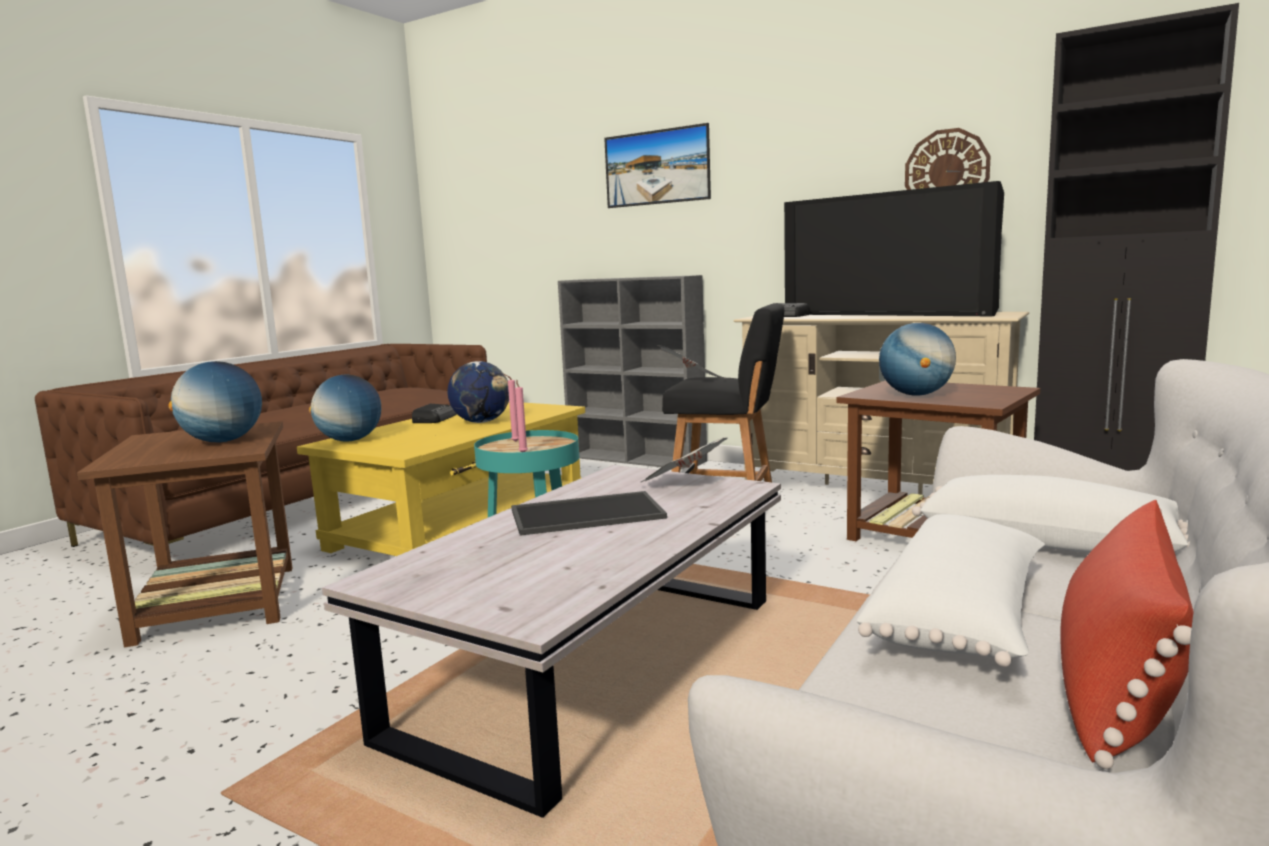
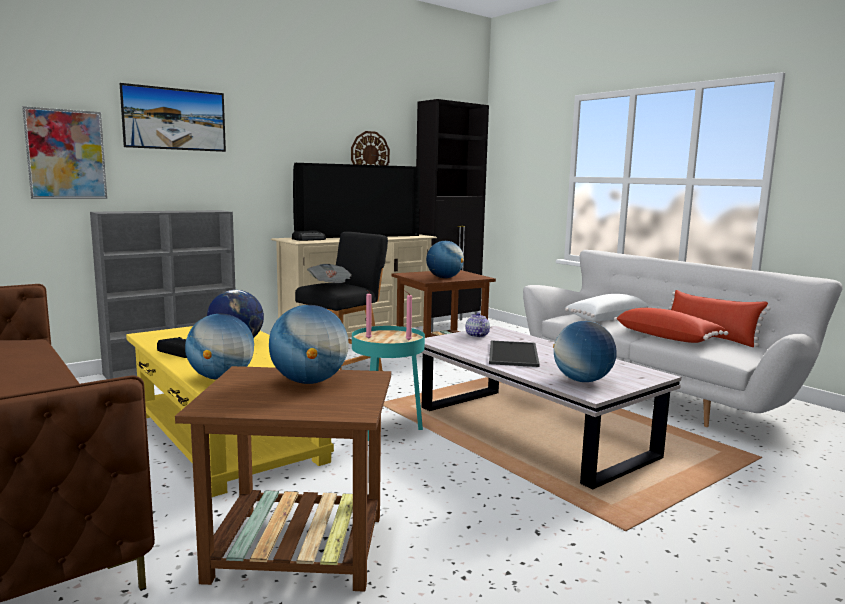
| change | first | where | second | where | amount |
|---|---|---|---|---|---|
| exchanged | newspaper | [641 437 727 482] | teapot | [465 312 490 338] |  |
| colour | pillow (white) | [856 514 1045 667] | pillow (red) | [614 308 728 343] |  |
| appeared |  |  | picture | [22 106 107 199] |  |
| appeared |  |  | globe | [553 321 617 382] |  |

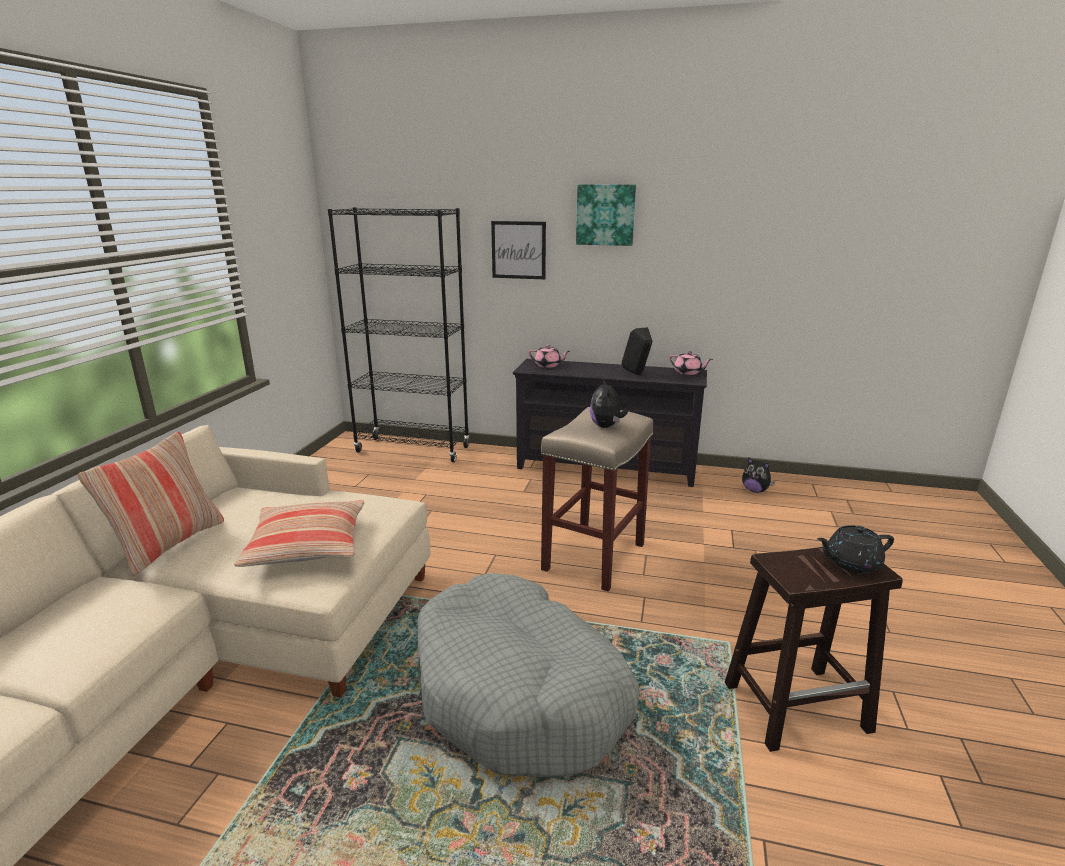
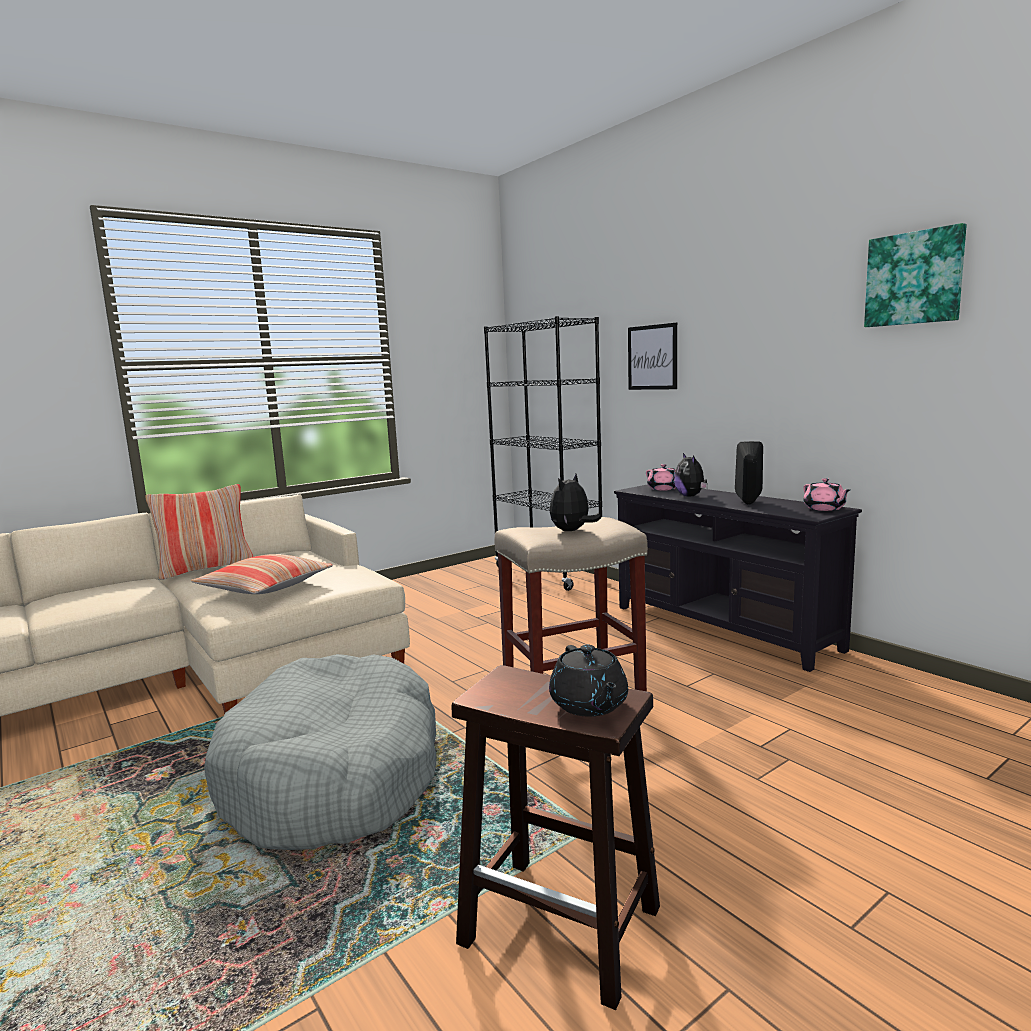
| change | first | where | second | where | amount |
|---|---|---|---|---|---|
| relocated | picture | [576 184 636 246] |  | [864 223 967 327] |  |
| relocated | plush toy | [742 458 775 493] |  | [674 453 707 497] |  |
| spun | teapot (black) | [817 525 894 573] |  | [549 645 628 717] | 135 degrees counterclockwise |

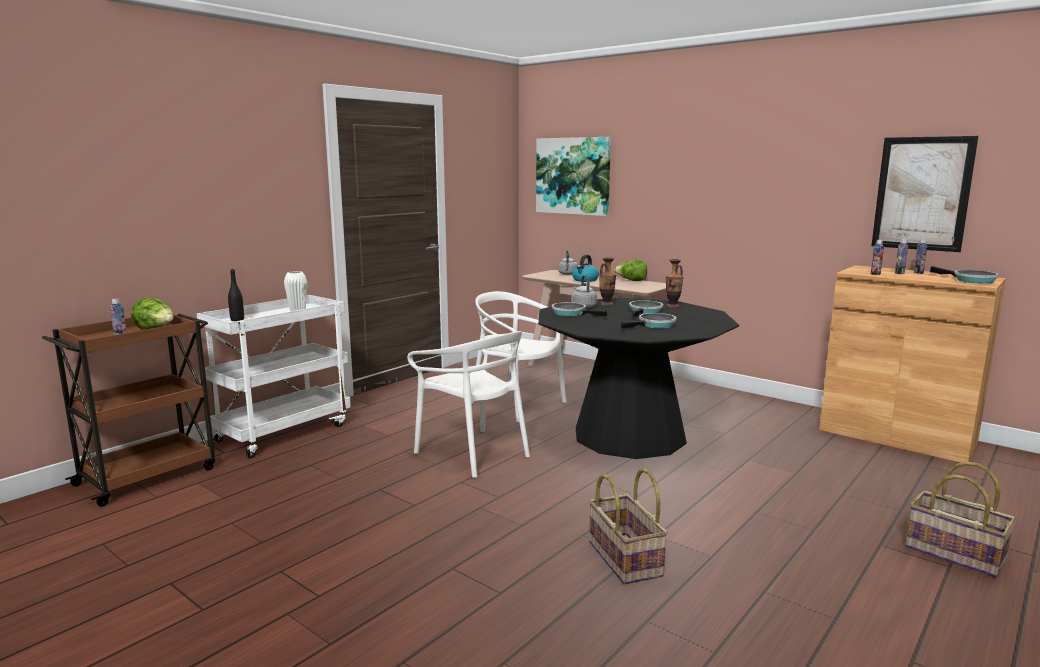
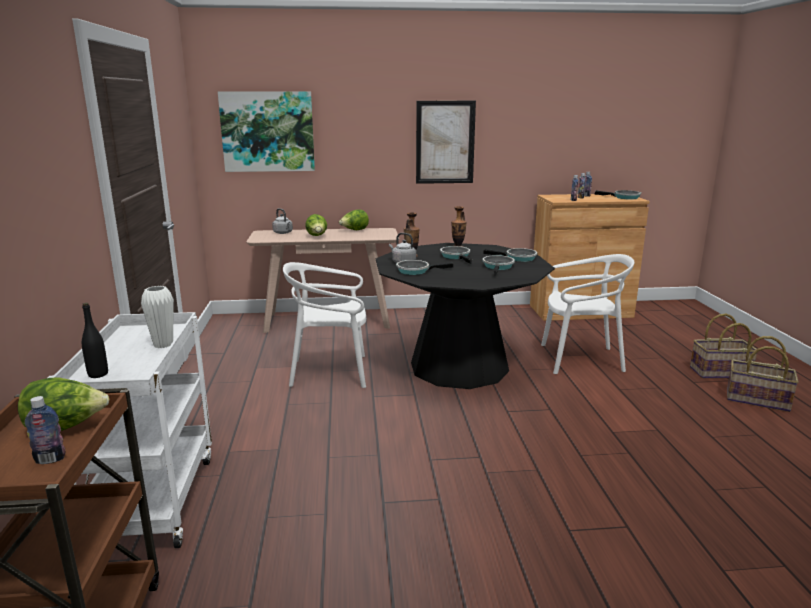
| change | first | where | second | where | amount |
|---|---|---|---|---|---|
| relocated | picture | [871 136 978 252] |  | [416 101 476 184] |  |
| exchanged | kettle | [572 255 599 282] | lettuce | [305 214 327 236] |  |
| relocated | chair (white) | [407 331 530 478] |  | [541 254 634 374] |  |
| relocated | basket | [589 468 668 585] |  | [727 336 799 412] |  |
| appeared |  |  | frying pan | [483 248 537 262] |  |

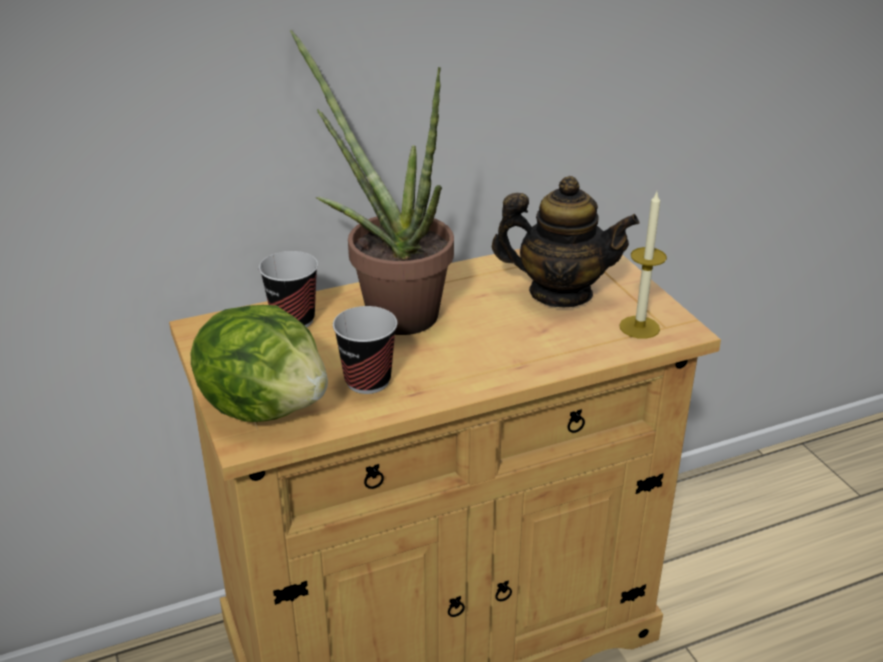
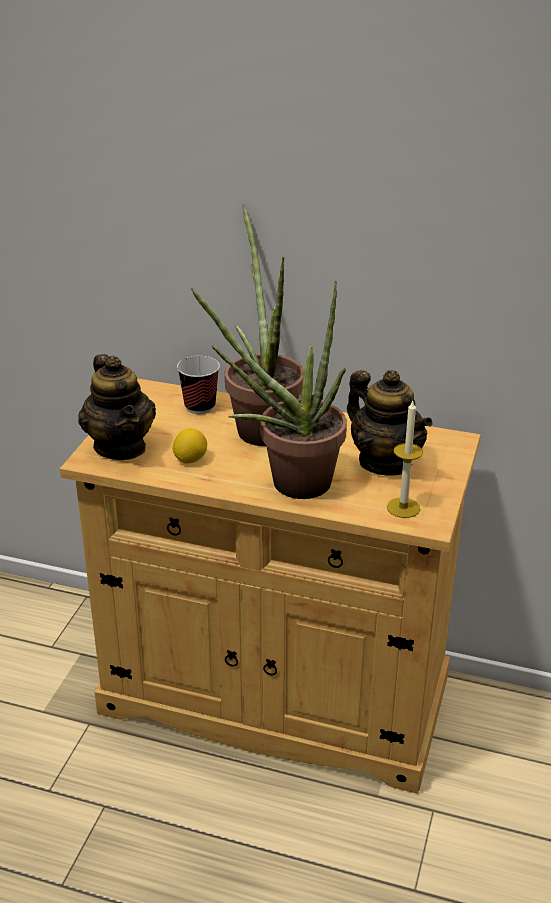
| change | first | where | second | where | amount |
|---|---|---|---|---|---|
| exchanged | lettuce | [191 305 328 422] | teapot | [78 354 156 460] |  |
| exchanged | cup | [333 306 397 394] | lemon | [173 428 207 463] |  |
| appeared |  |  | potted plant | [191 281 347 499] |  |

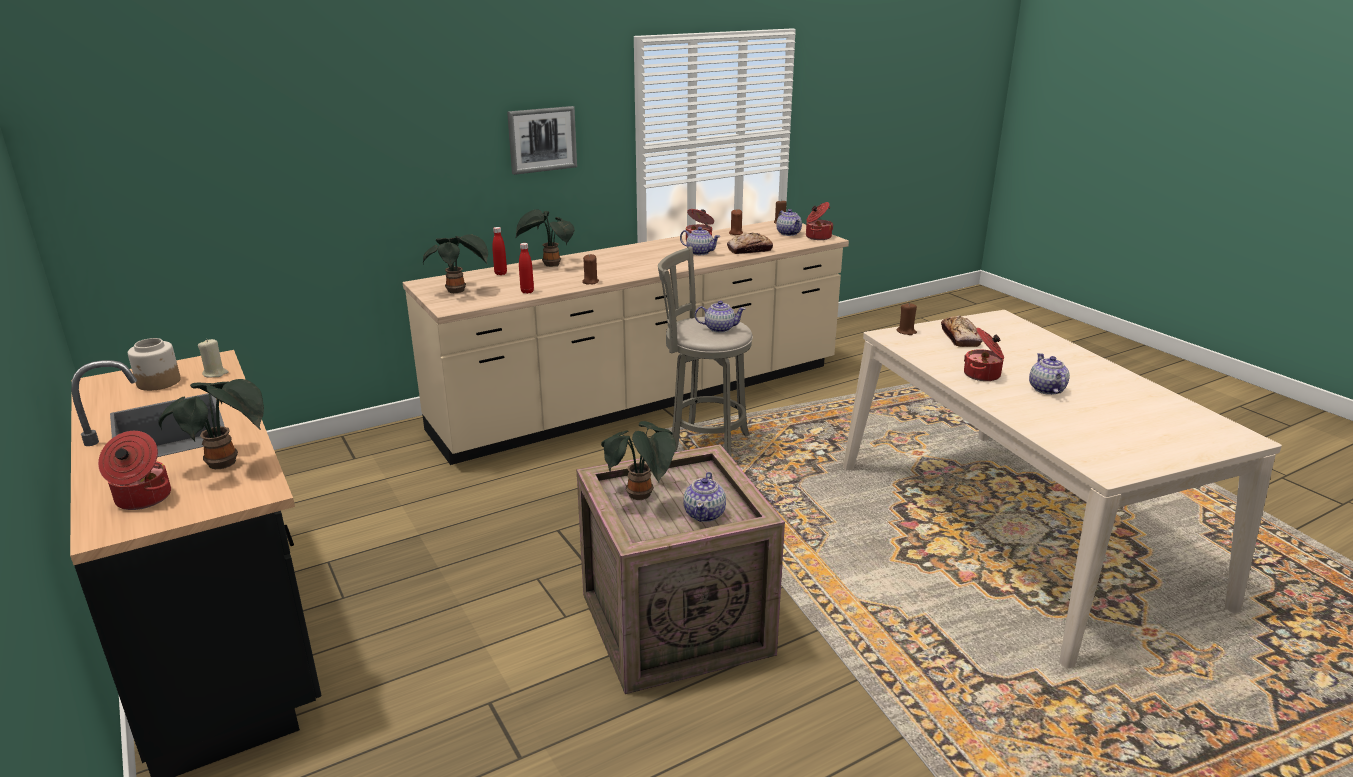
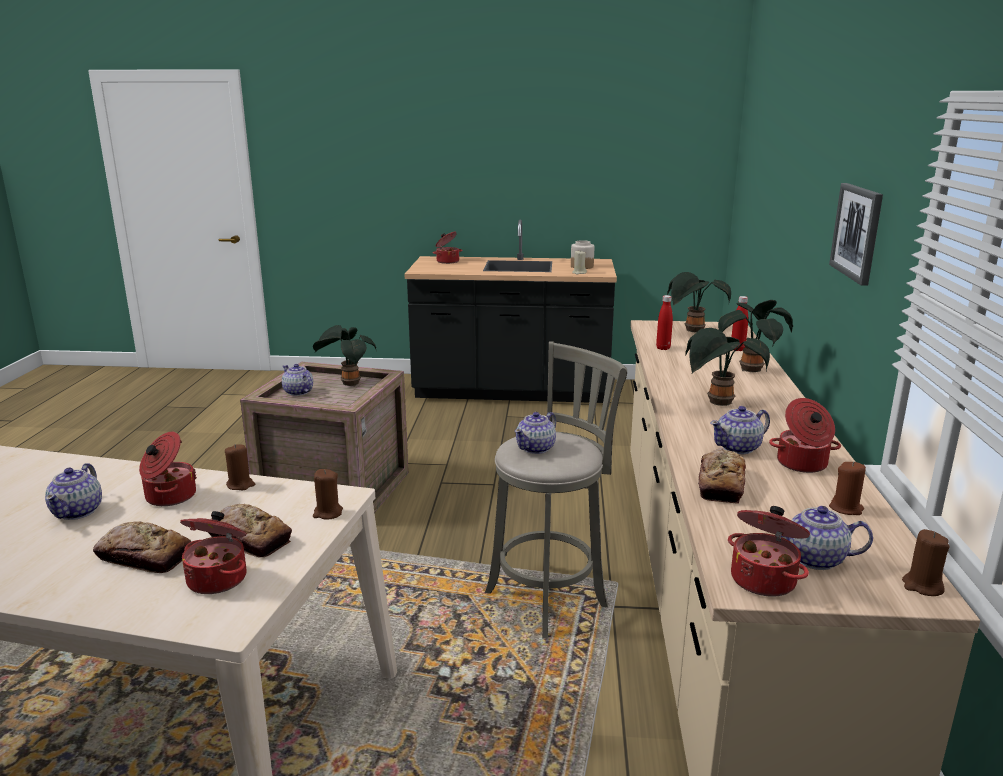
| change | first | where | second | where | amount |
|---|---|---|---|---|---|
| relocated | candle (brown) | [582 254 599 285] |  | [225 444 255 490] |  |
| spun | teapot | [1029 353 1070 395] |  | [45 463 102 520] | 60 degrees clockwise |
| relocated | potted plant | [158 379 264 469] |  | [685 328 770 406] |  |
| appeared |  |  | cooking pot | [180 511 247 594] |  |
| appeared |  |  | bread | [93 521 191 573] |  |

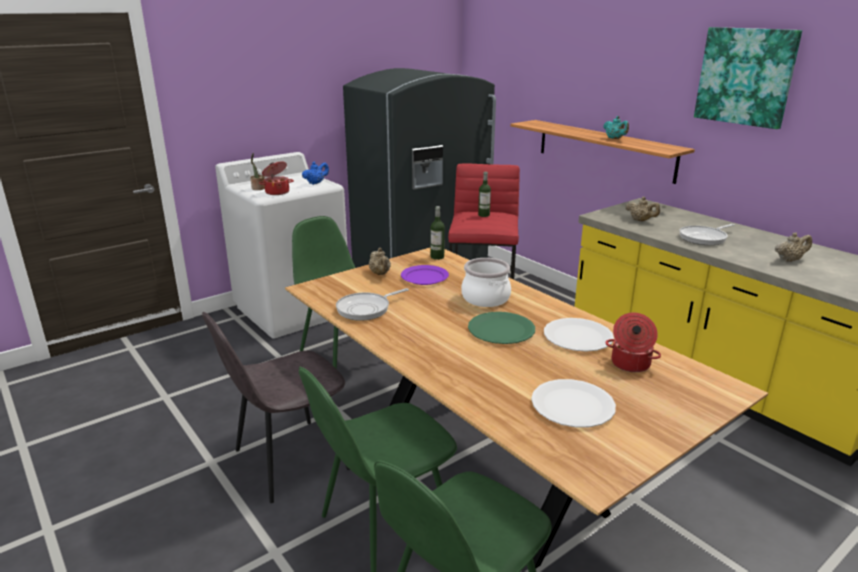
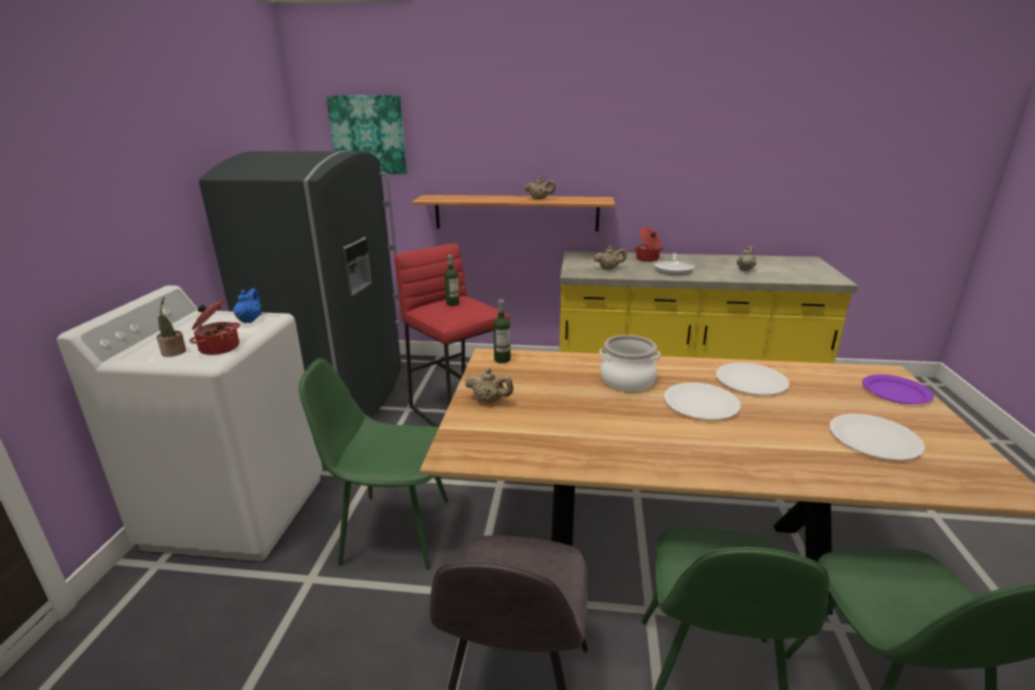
| change | first | where | second | where | amount |
|---|---|---|---|---|---|
| relocated | picture | [694 27 802 129] |  | [326 95 407 174] |  |
| colour | teapot (turquoise) | [603 116 629 139] | teapot (beige) | [525 176 556 200] |  |
| relocated | plate (purple) | [401 265 449 285] |  | [862 374 934 404] |  |
| missing | frying pan | [336 288 409 321] |  |  |  |
| colour | plate (green) | [468 312 535 344] | plate (white) | [664 383 741 420] |  |
| relocated | cooking pot | [606 312 661 372] |  | [633 227 664 262] |  |

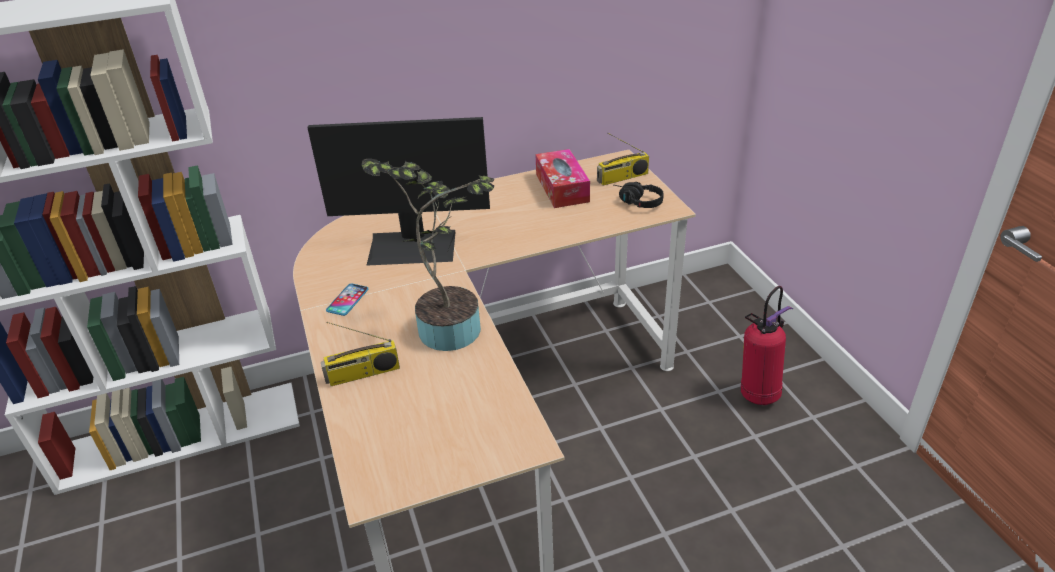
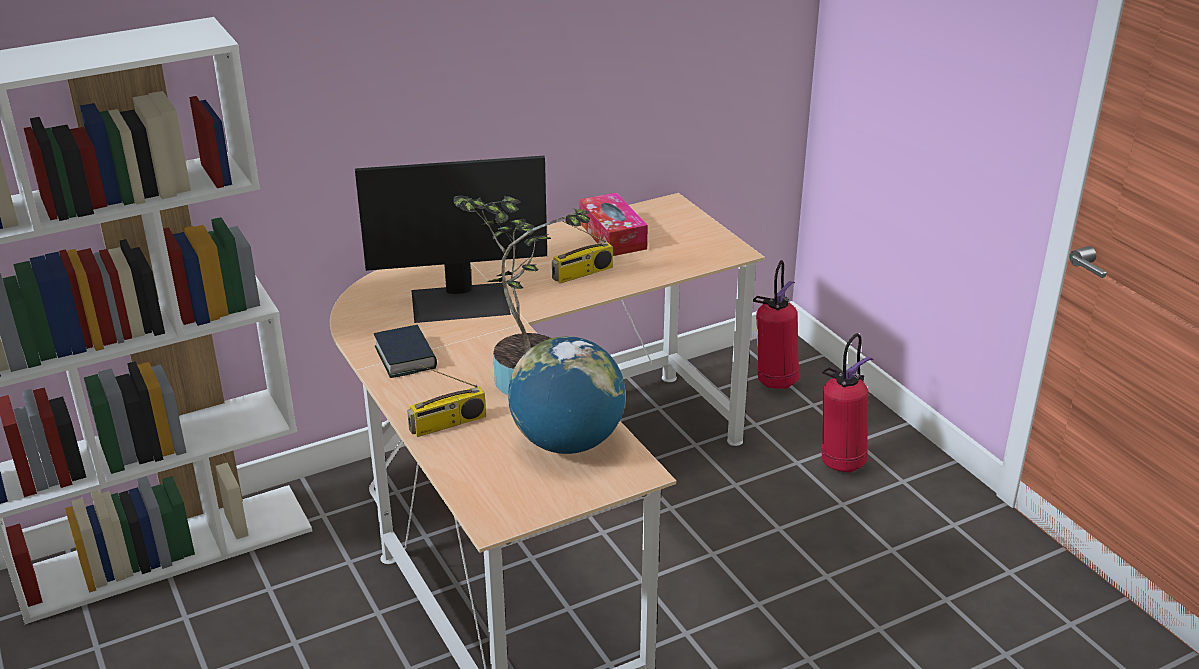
| change | first | where | second | where | amount |
|---|---|---|---|---|---|
| relocated | radio | [597 133 649 186] |  | [552 220 613 283] |  |
| missing | headphones (black) | [614 182 663 208] |  |  |  |
| exchanged | phone | [326 284 369 316] | book | [374 325 437 378] |  |
| appeared |  |  | fire extinguisher | [753 260 799 389] |  |
| appeared |  |  | globe | [508 336 626 454] |  |

